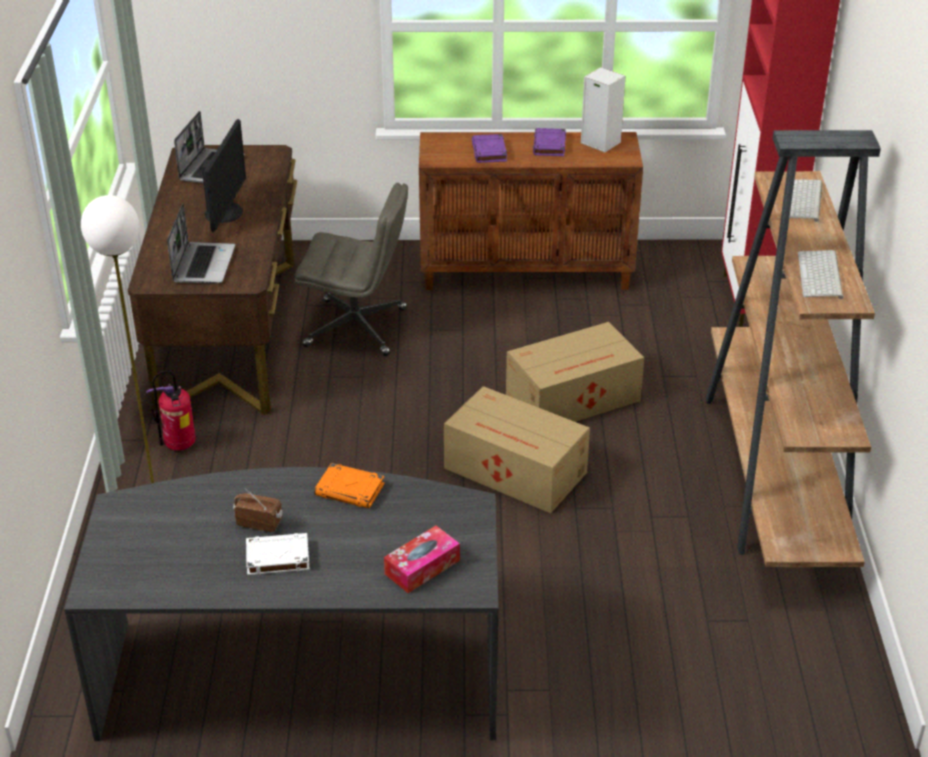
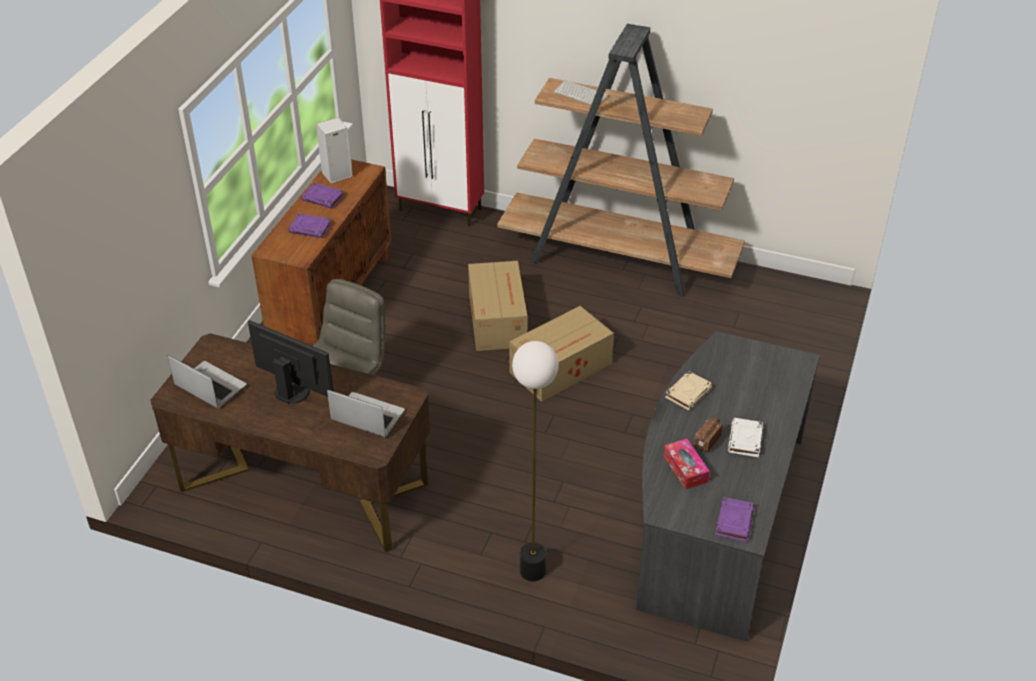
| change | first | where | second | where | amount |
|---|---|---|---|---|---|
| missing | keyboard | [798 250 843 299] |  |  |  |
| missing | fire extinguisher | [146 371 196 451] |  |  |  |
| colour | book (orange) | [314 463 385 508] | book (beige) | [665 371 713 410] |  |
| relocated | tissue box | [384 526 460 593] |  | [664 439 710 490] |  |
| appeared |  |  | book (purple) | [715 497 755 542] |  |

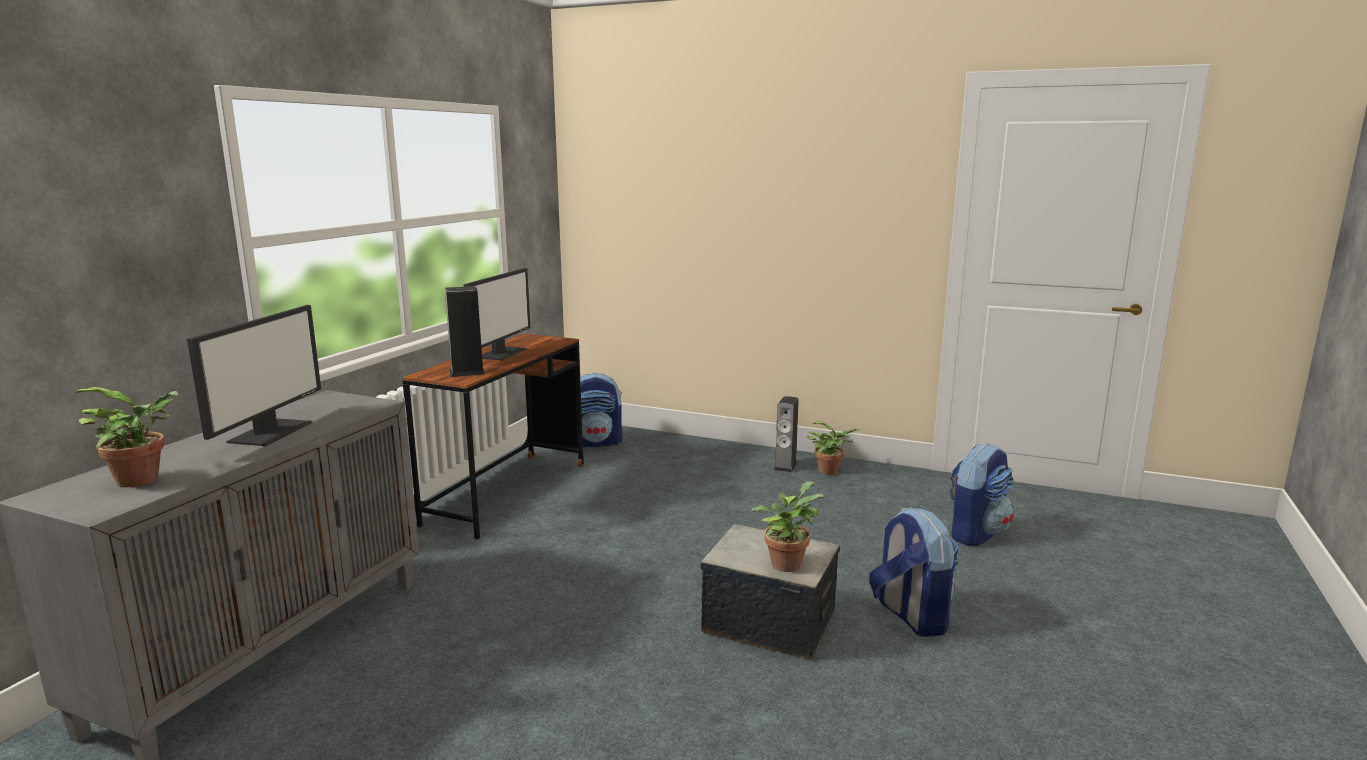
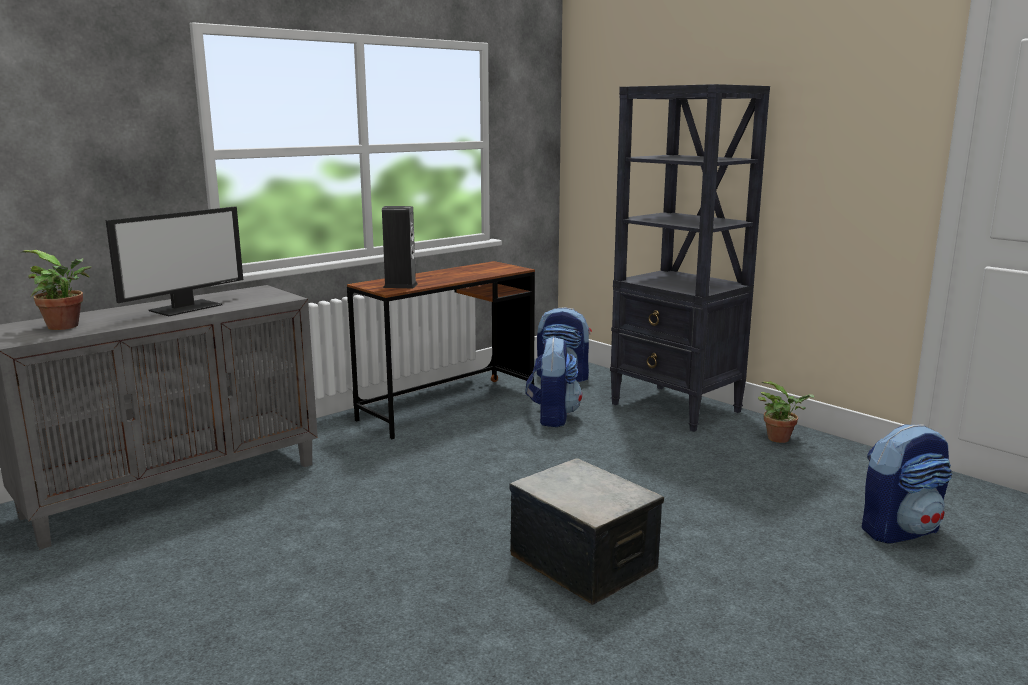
| change | first | where | second | where | amount |
|---|---|---|---|---|---|
| missing | monitor | [463 268 530 361] |  |  |  |
| missing | speaker | [774 396 799 472] |  |  |  |
| missing | potted plant | [751 481 824 572] |  |  |  |
| relocated | backpack | [869 507 959 637] |  | [525 336 582 427] |  |
| appeared |  |  | bookcase (black) | [610 84 770 432] |  |

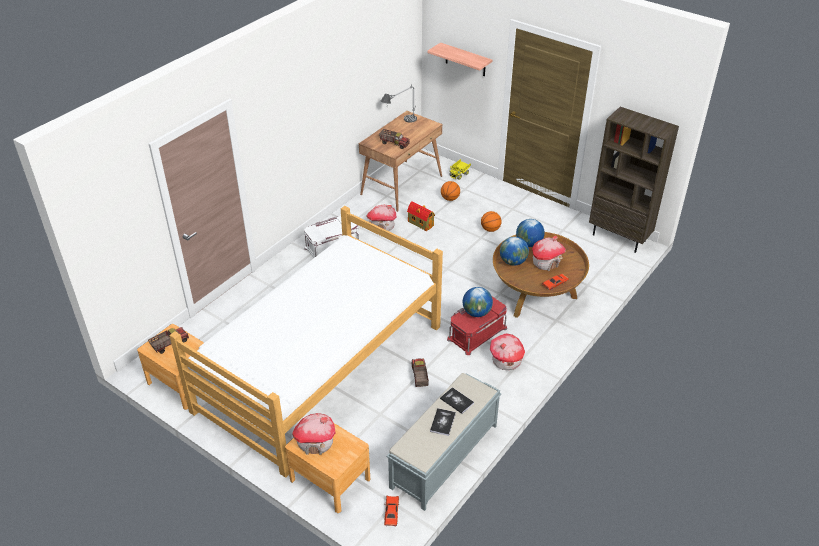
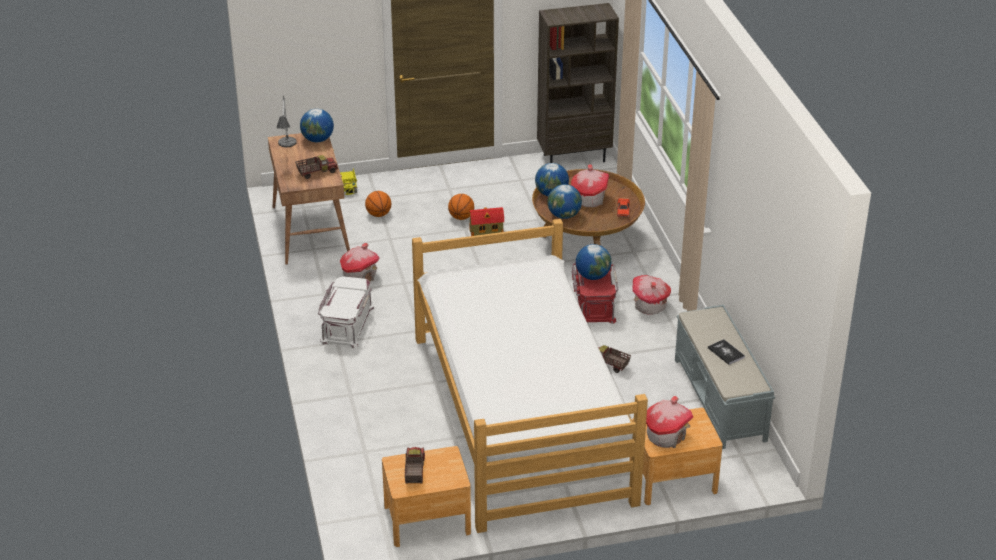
| change | first | where | second | where | amount |
|---|---|---|---|---|---|
| missing | shelf | [427 42 492 76] |  |  |  |
| relocated | toy house | [407 201 435 231] |  | [469 207 504 236] |  |
| missing | book | [440 387 474 414] |  |  |  |
| missing | toy car (red) | [384 496 400 527] |  |  |  |
| appeared |  |  | globe | [300 109 334 142] |  |

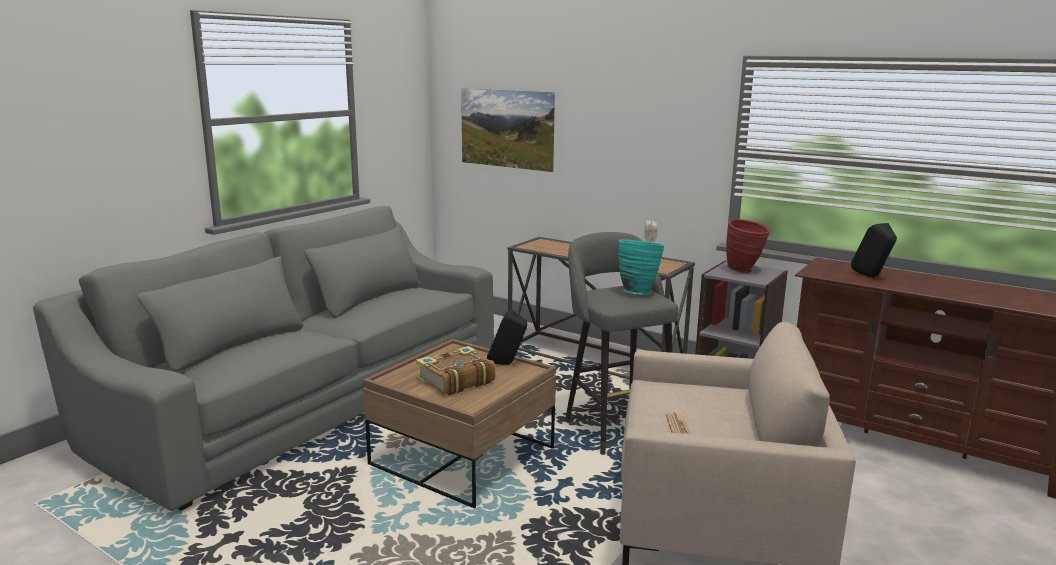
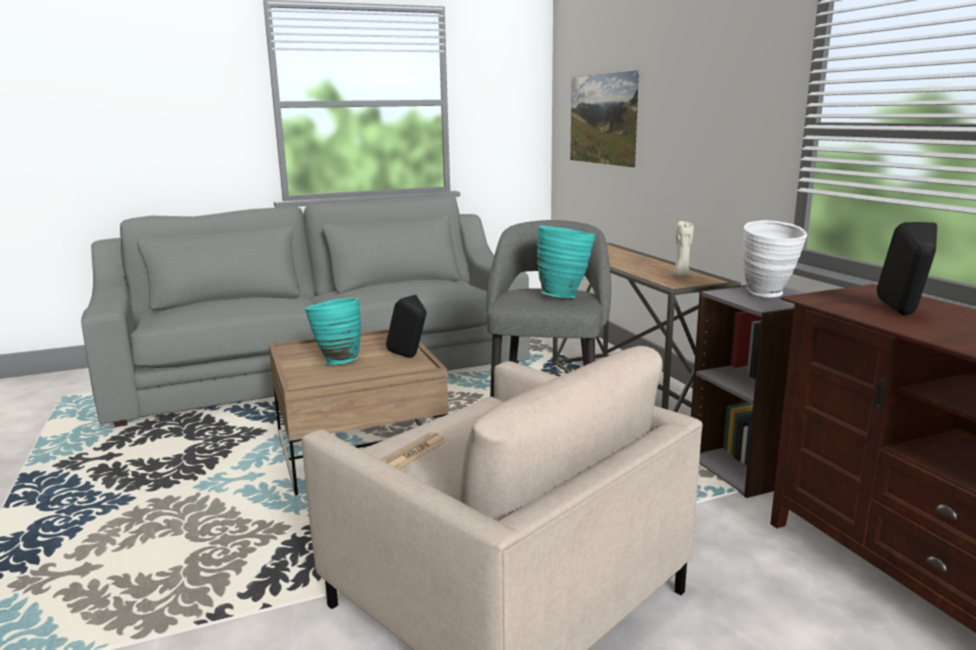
| change | first | where | second | where | amount |
|---|---|---|---|---|---|
| colour | vase (red) | [726 219 770 273] | vase (white) | [743 220 807 298] |  |
| exchanged | book | [416 346 495 395] | vase (turquoise) | [305 298 361 365] |  |

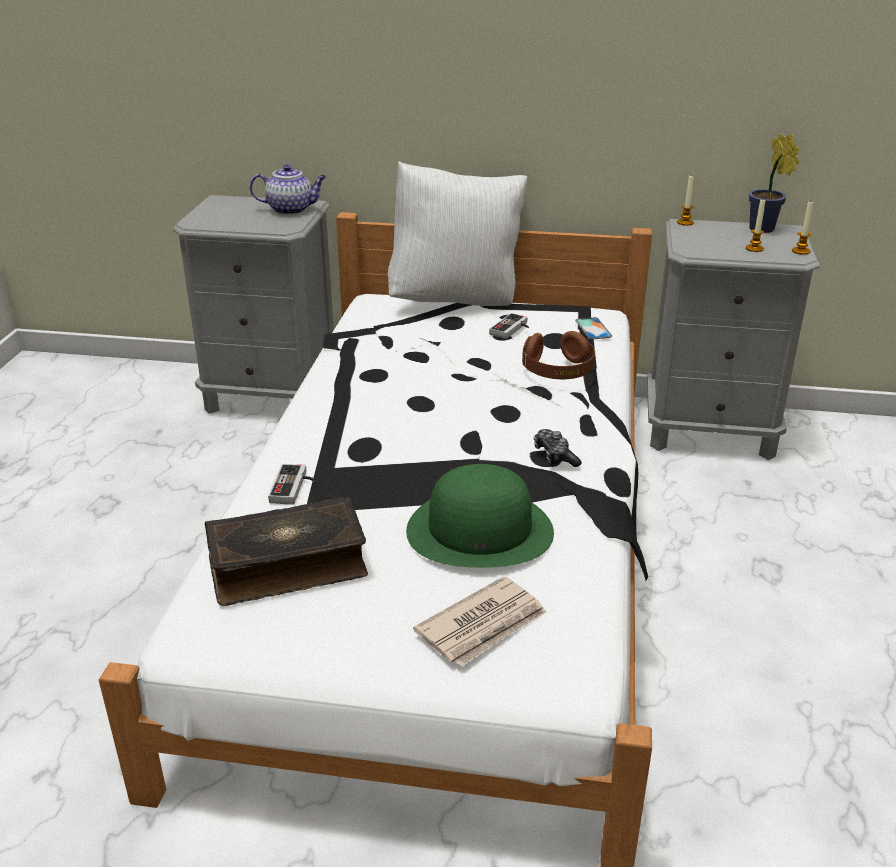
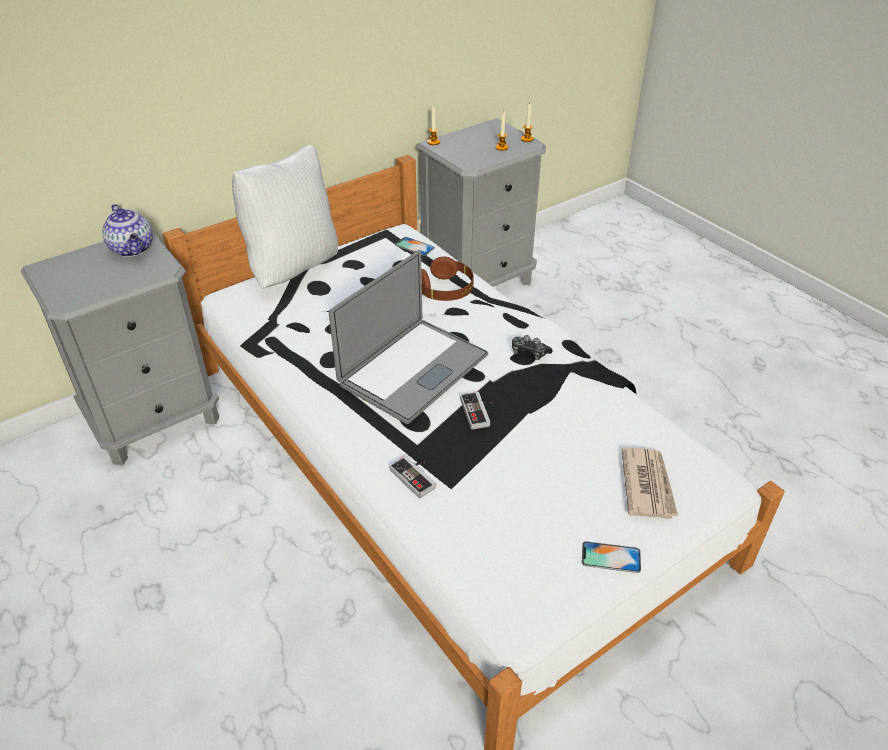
| change | first | where | second | where | amount |
|---|---|---|---|---|---|
| missing | potted plant | [749 133 799 233] |  |  |  |
| spun | teapot | [249 165 326 215] |  | [102 204 153 257] | 105 degrees clockwise |
| relocated | game controller | [489 313 529 339] |  | [460 392 492 430] |  |
| missing | hat (green) | [406 464 554 568] |  |  |  |
| missing | book | [205 497 368 606] |  |  |  |
| appeared |  |  | laptop | [329 250 488 424] |  |
| appeared |  |  | phone | [582 541 641 573] |  |

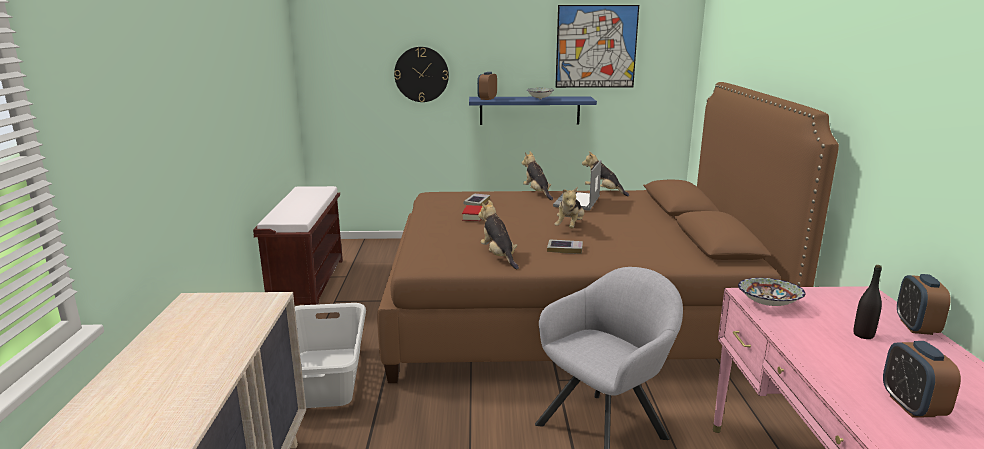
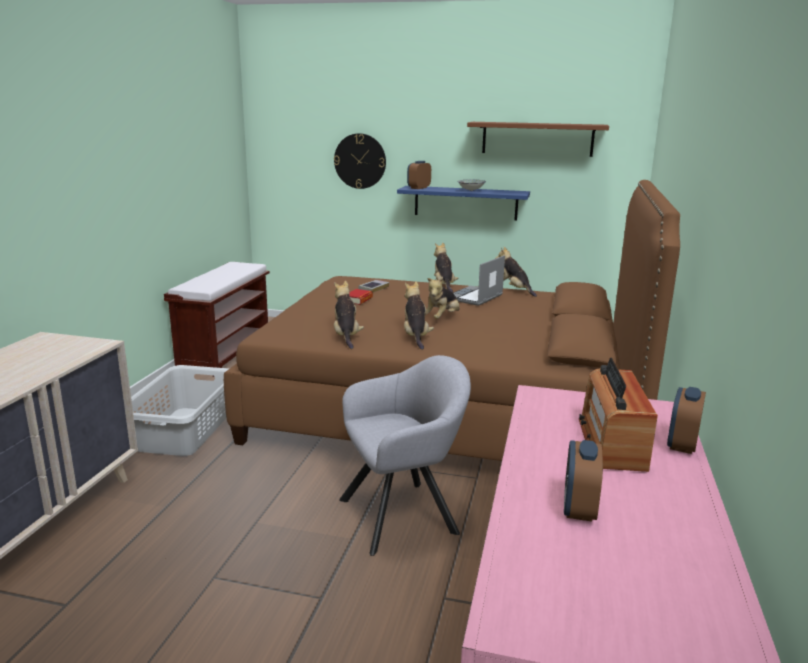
| change | first | where | second | where | amount |
|---|---|---|---|---|---|
| exchanged | picture | [555 5 639 88] | shelf (brown) | [467 122 609 157] |  |
| exchanged | book | [547 239 583 254] | plush toy | [404 281 434 350] |  |
| exchanged | bottle (black) | [853 265 882 339] | radio | [579 358 658 472] |  |
| missing | bowl | [738 278 805 306] |  |  |  |

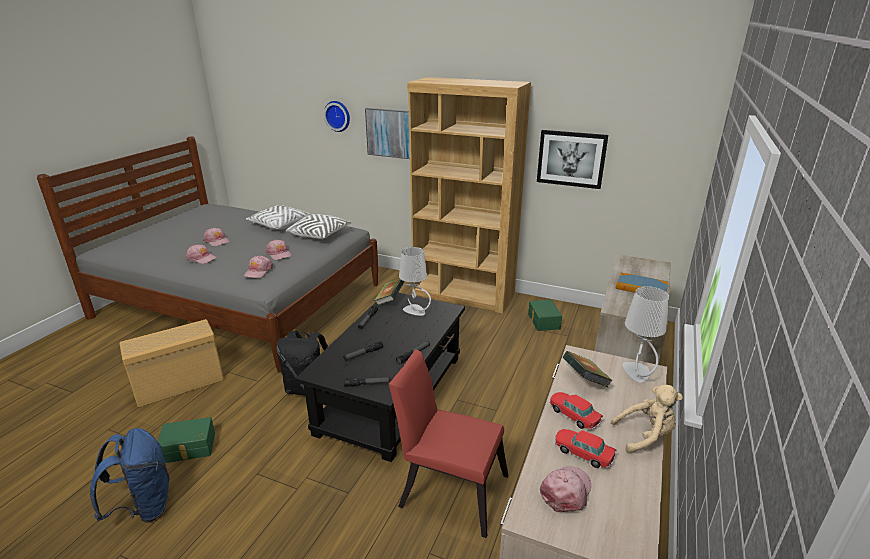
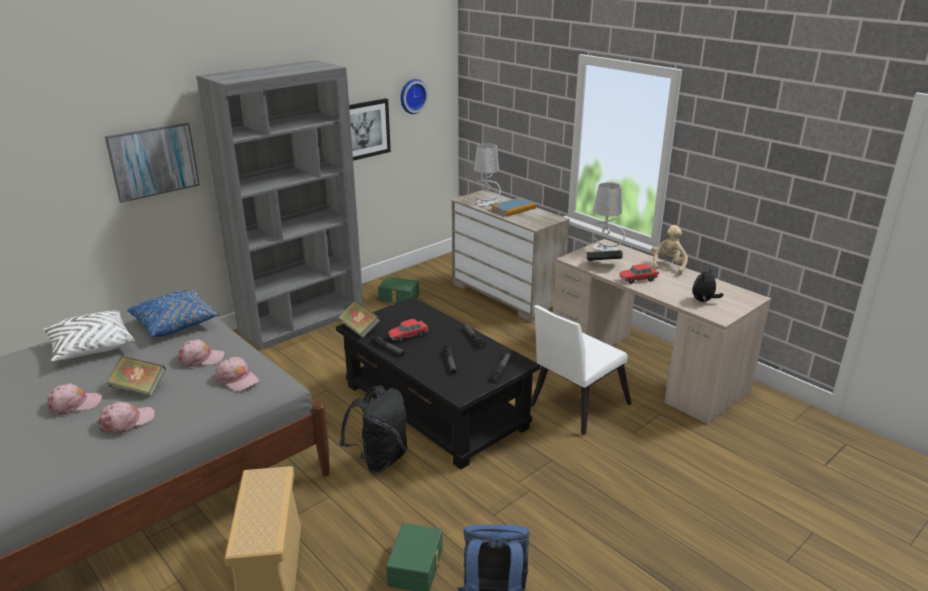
| change | first | where | second | where | amount |
|---|---|---|---|---|---|
| colour | bookcase (brown) | [407 77 531 314] | bookcase (grey) | [196 60 363 350] |  |
| relocated | wall clock | [324 101 350 132] |  | [400 79 429 114] |  |
| colour | pillow (white) | [286 214 351 239] | pillow (blue) | [127 290 220 337] |  |
| relocated | table lamp (grey) | [399 247 431 316] |  | [474 143 501 206] |  |
| colour | chair (red) | [389 349 509 538] | chair (white) | [531 305 632 435] |  |
| relocated | toy car | [555 429 617 468] |  | [388 319 429 342] |  |
| exchanged | cap (pink) | [540 466 591 512] | plush toy | [692 268 724 302] |  |
| appeared |  |  | book | [107 356 166 397] |  |

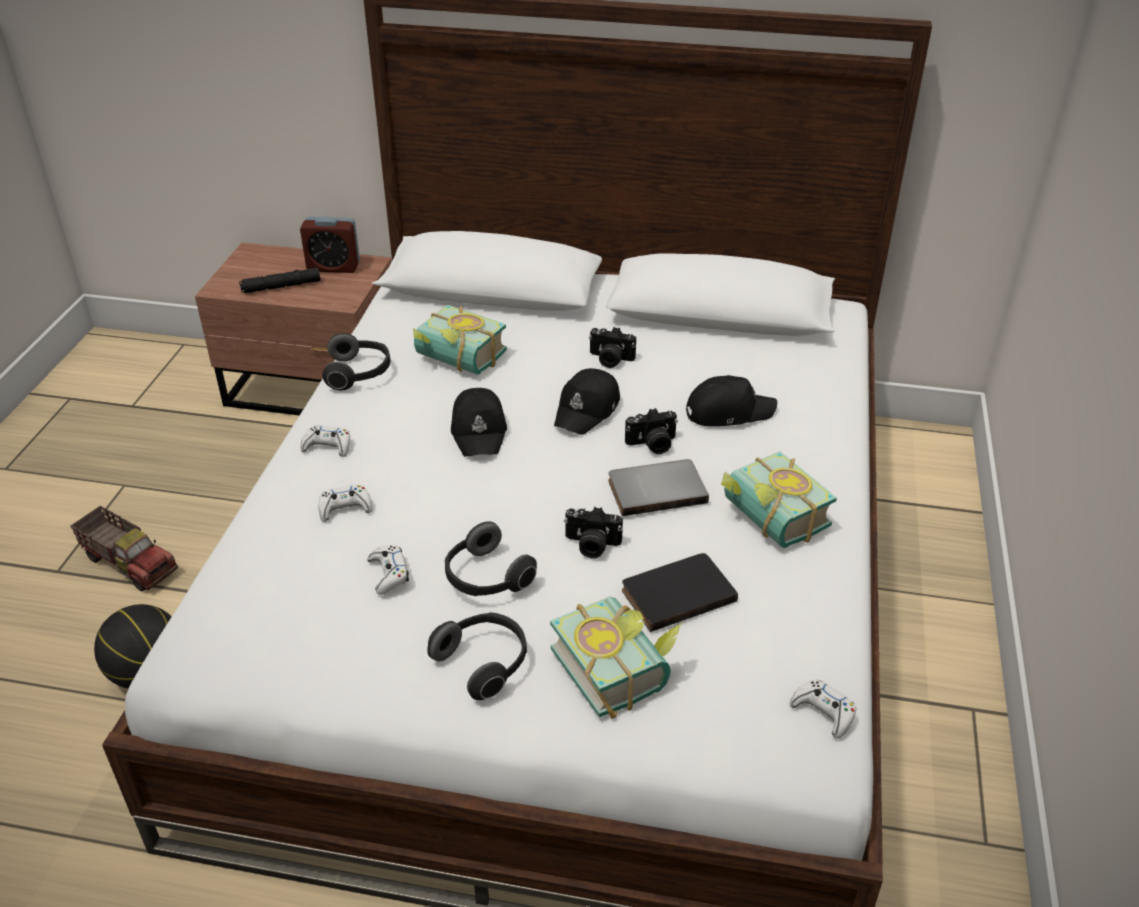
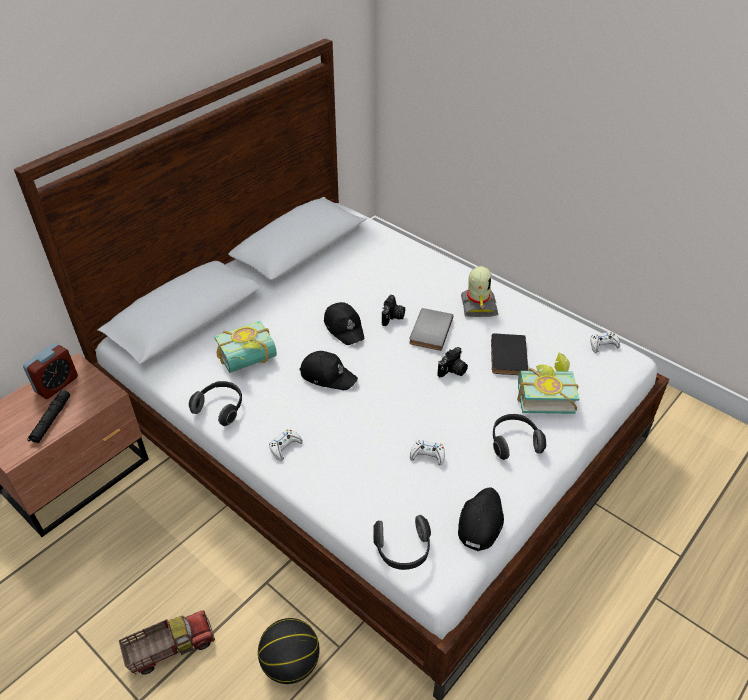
| change | first | where | second | where | amount |
|---|---|---|---|---|---|
| missing | photo camera | [589 327 636 368] |  |  |  |
| relocated | cap (black) | [686 375 777 426] |  | [458 488 504 551] |  |
| exchanged | book | [721 451 837 548] | toy robot | [461 266 498 317] |  |
| missing | game controller (white) | [318 485 372 522] |  |  |  |
| relocated | headphones | [445 521 537 596] |  | [373 515 431 570] |  |

